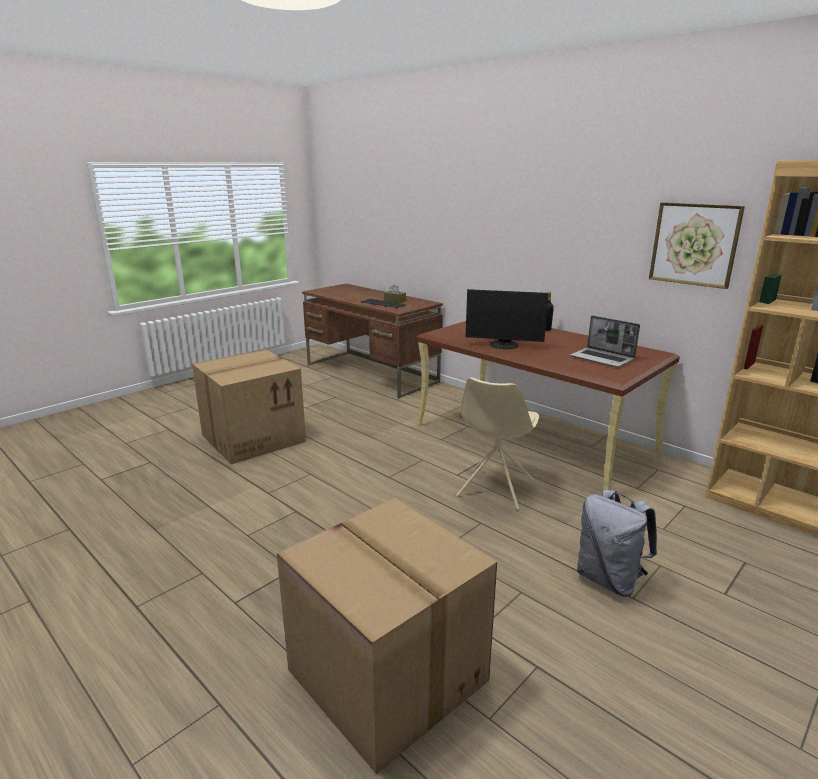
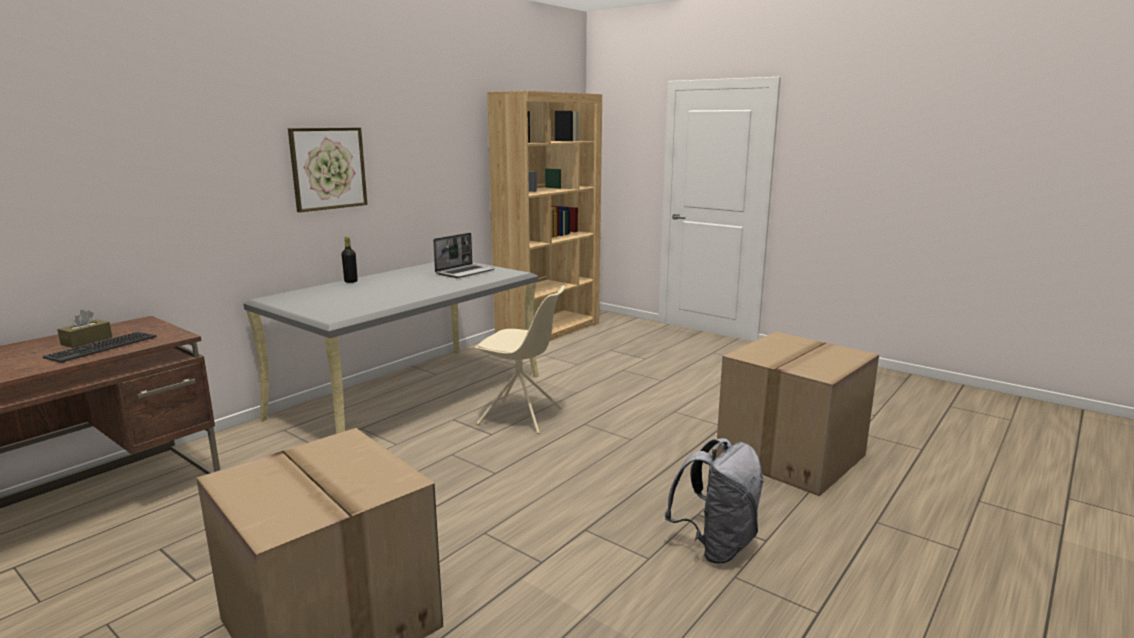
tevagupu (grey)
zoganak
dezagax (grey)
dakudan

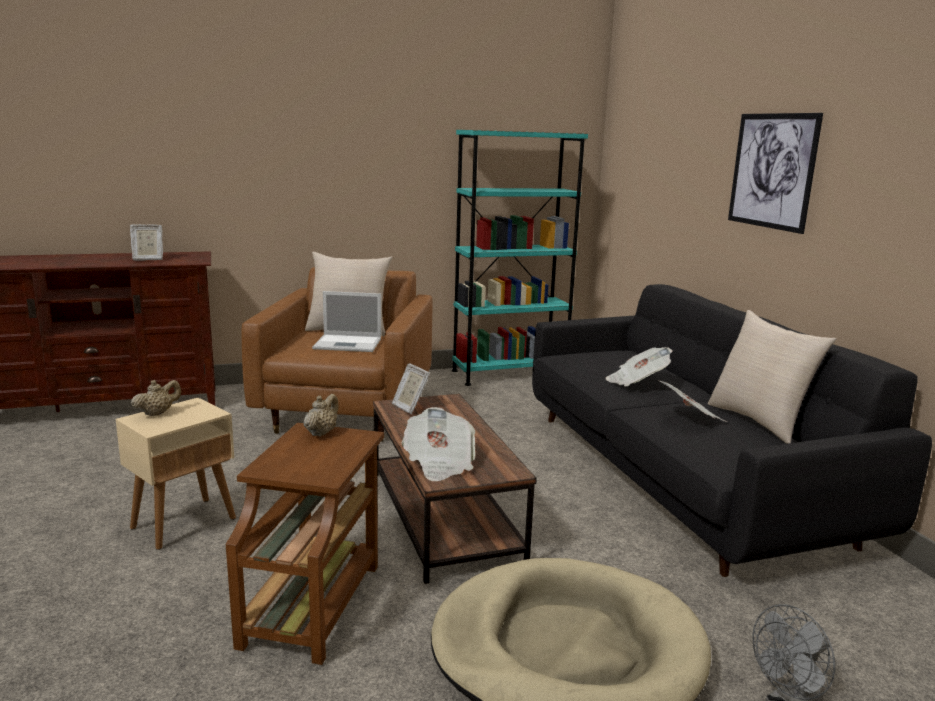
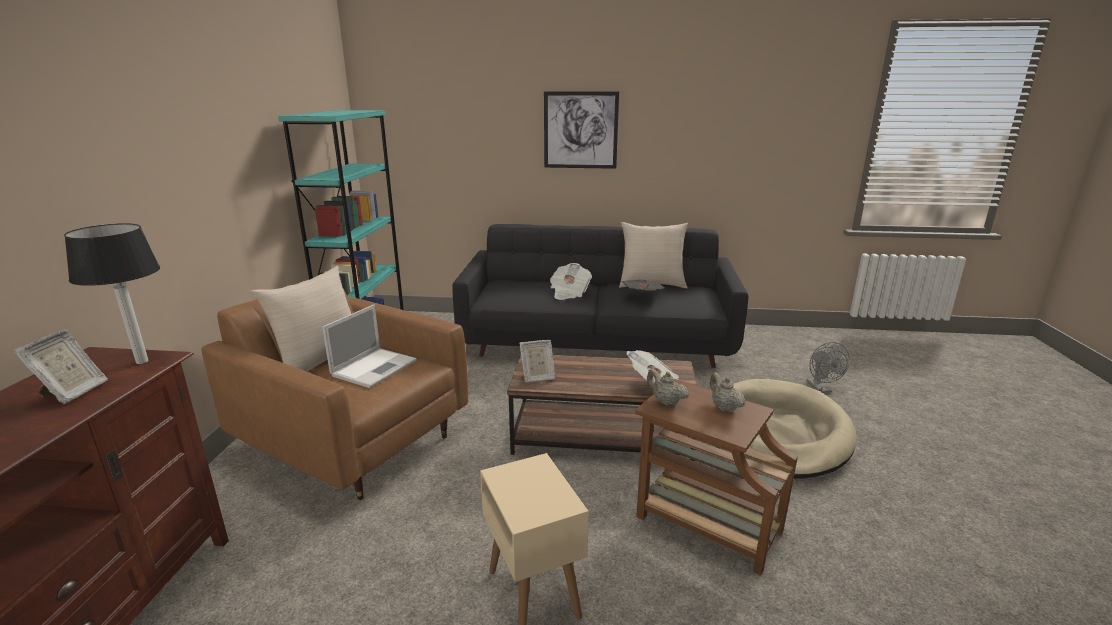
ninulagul
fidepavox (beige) (no. 2 from left)

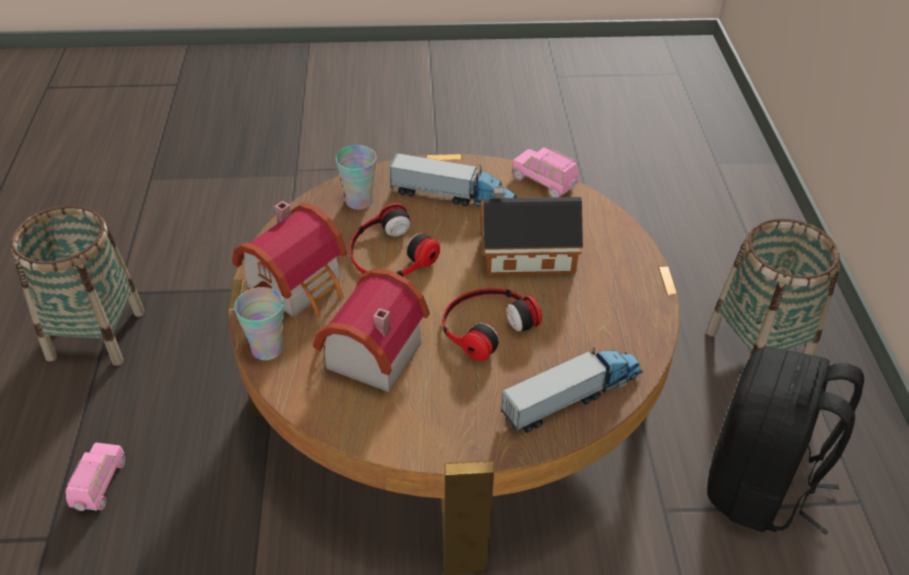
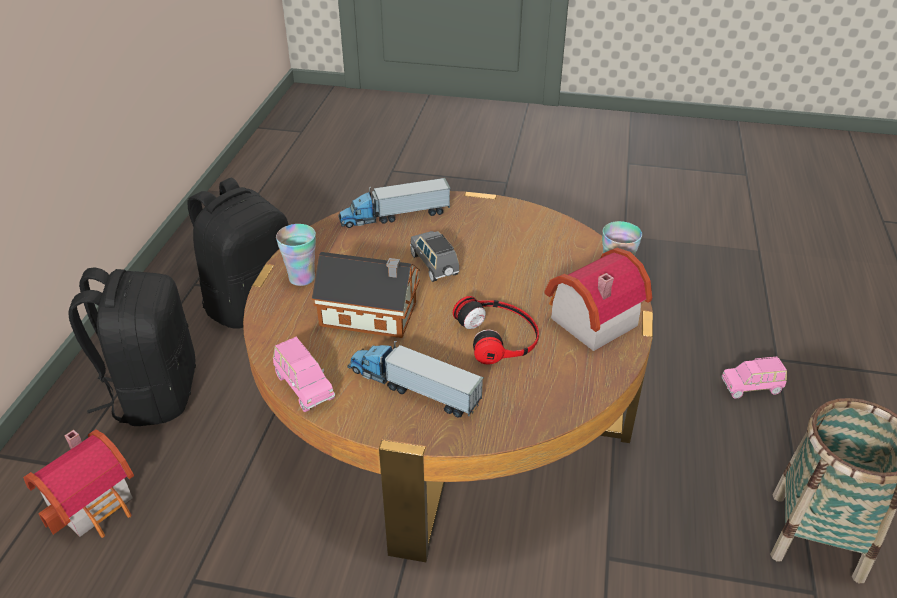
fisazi (no. 1 from left)
dezagax (black) (no. 1 from left)
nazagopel (no. 1 from left)
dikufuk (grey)
dikufuk (pink) (no. 2 from left)

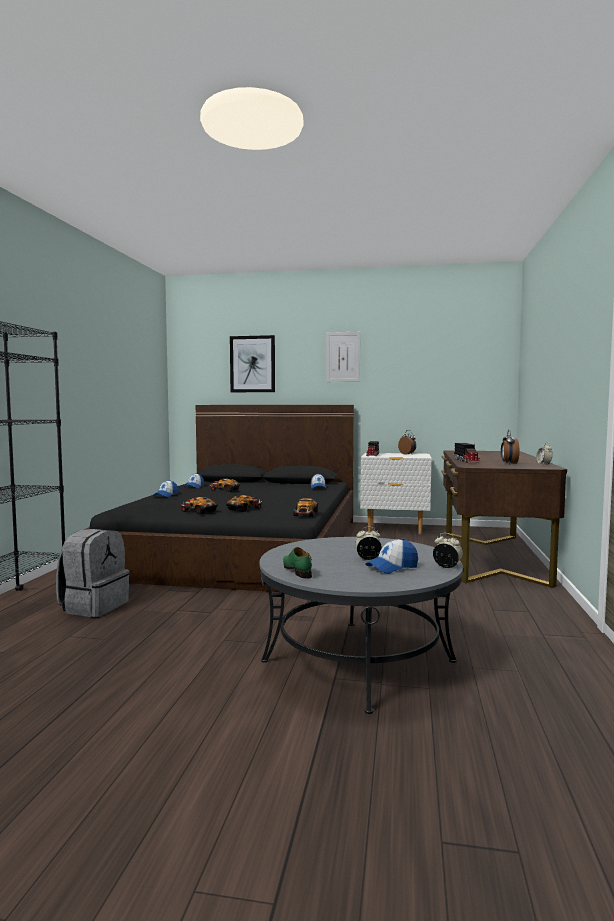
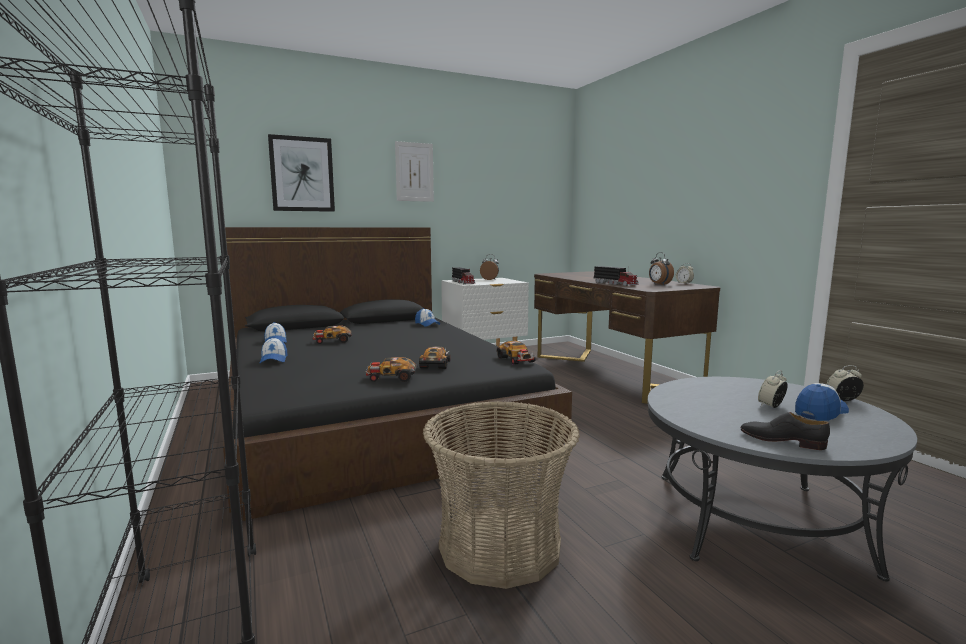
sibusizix
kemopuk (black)
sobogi (no. 4 from left)
dezagax (grey)

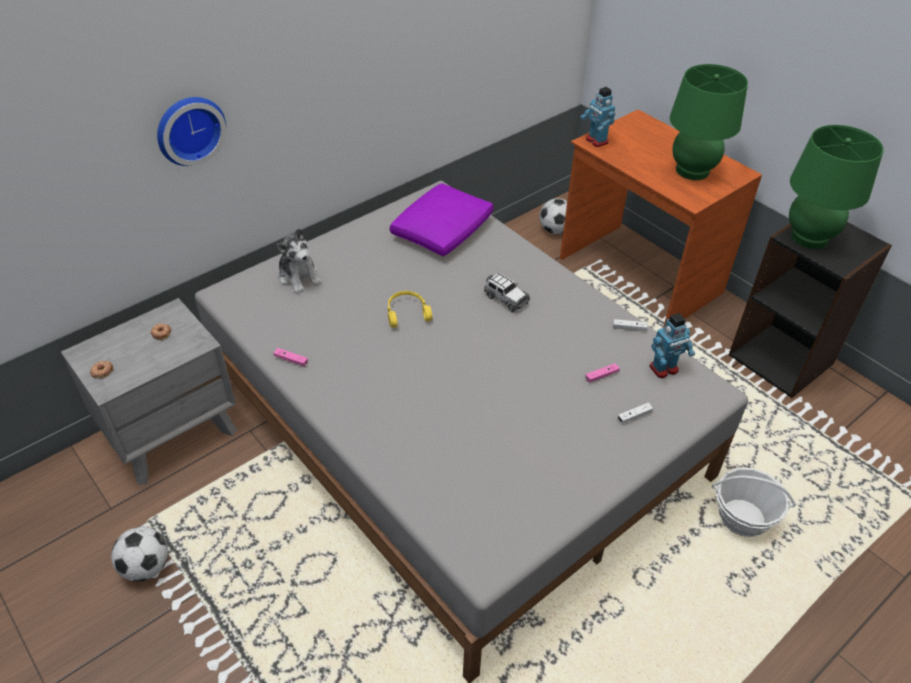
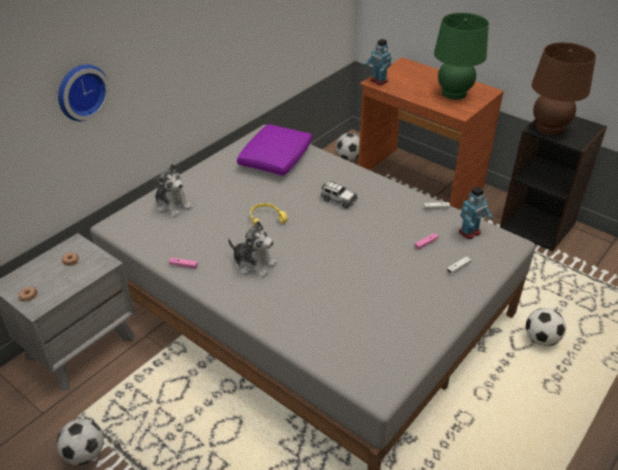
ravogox (no. 2 from left)
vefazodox (no. 3 from left)
ninulagul (brown)

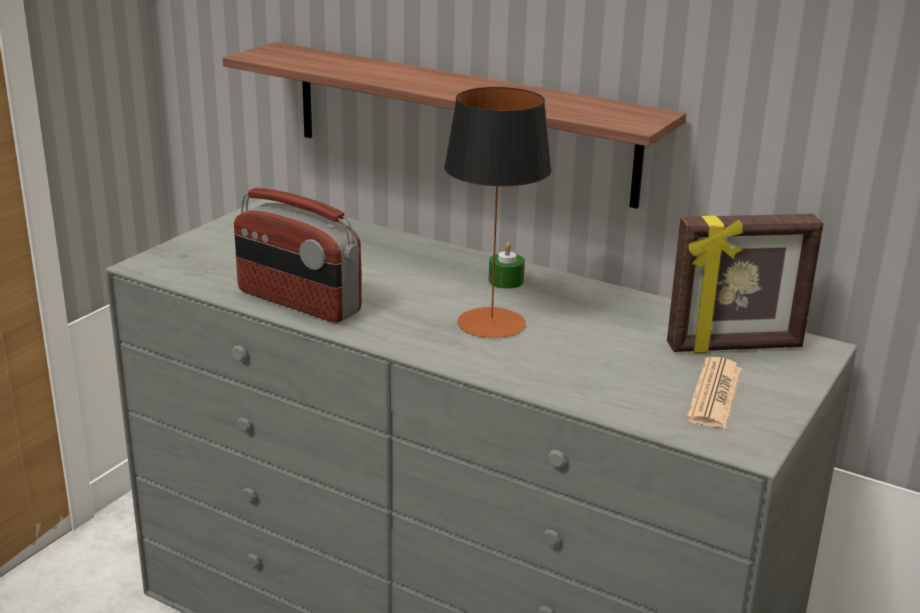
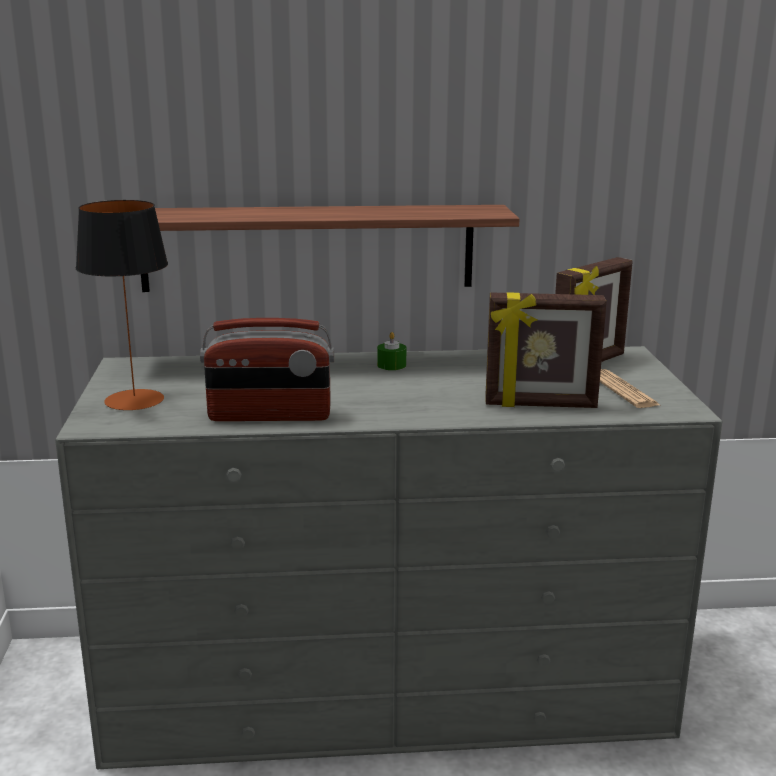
ninulagul
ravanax (no. 1 from left)

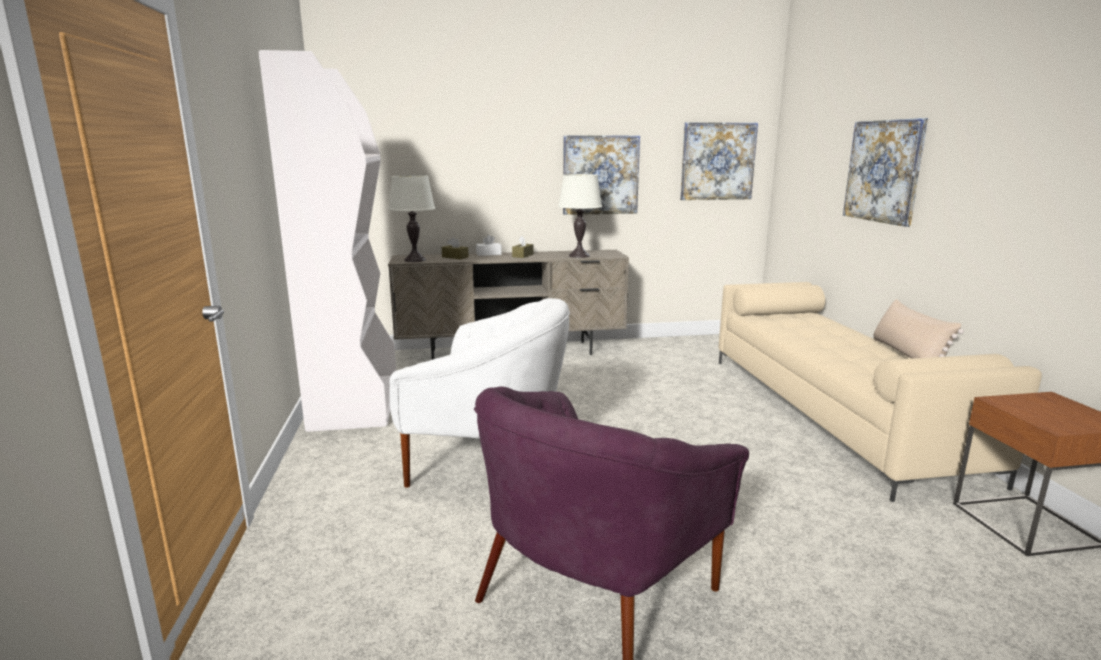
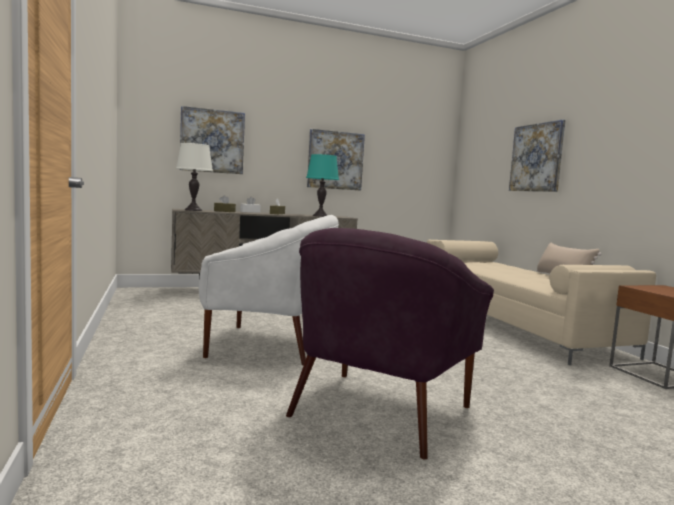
zoganak (no. 1 from left)
ninulagul (turquoise)
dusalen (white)

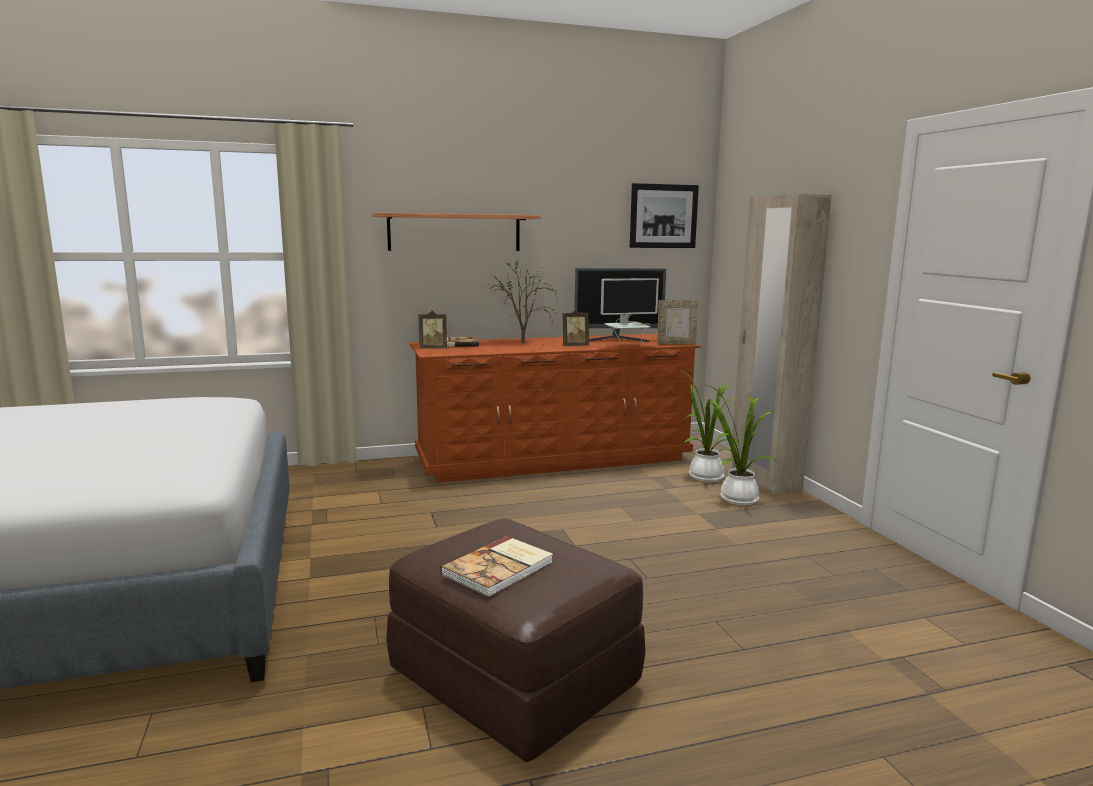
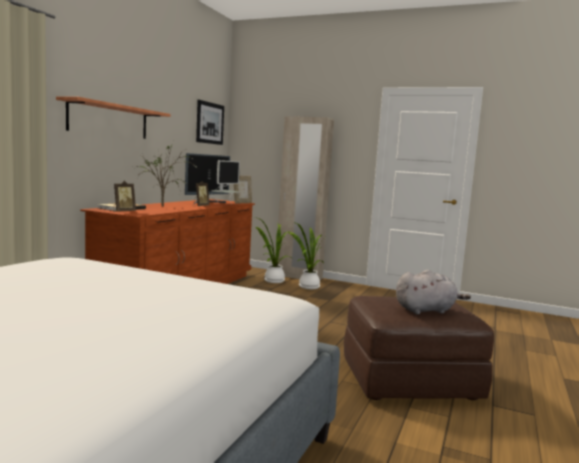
ravogox (grey)

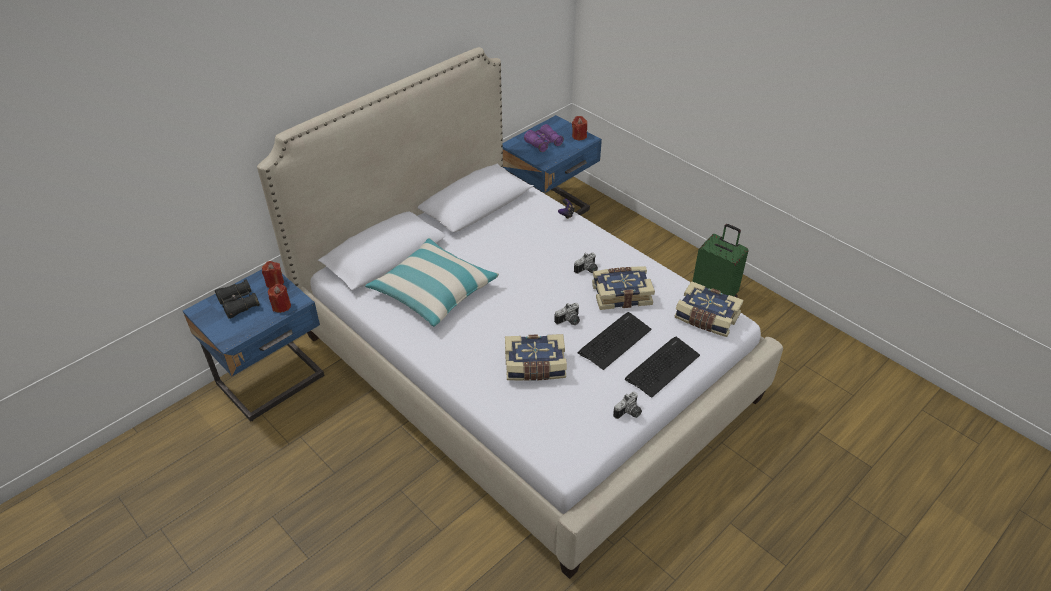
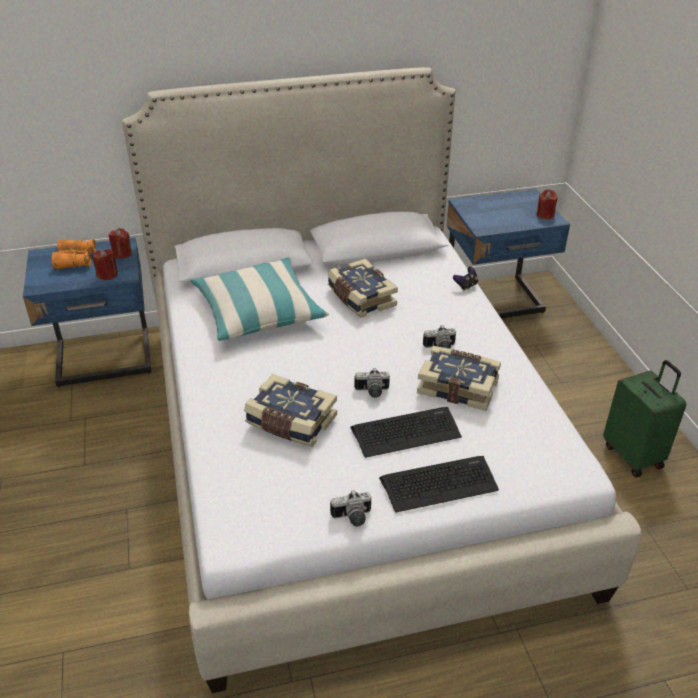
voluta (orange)
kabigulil (no. 2 from left)
voluta (purple)

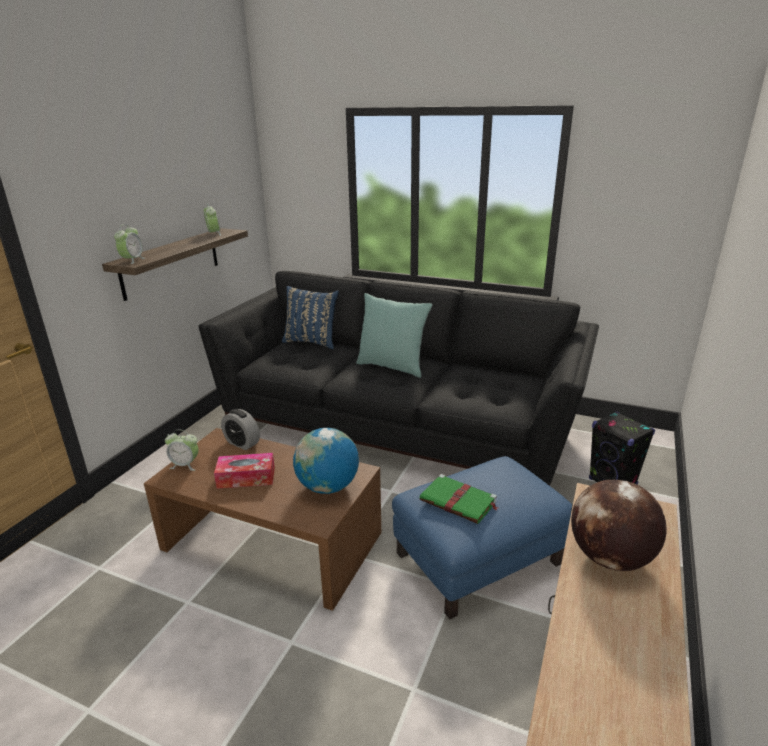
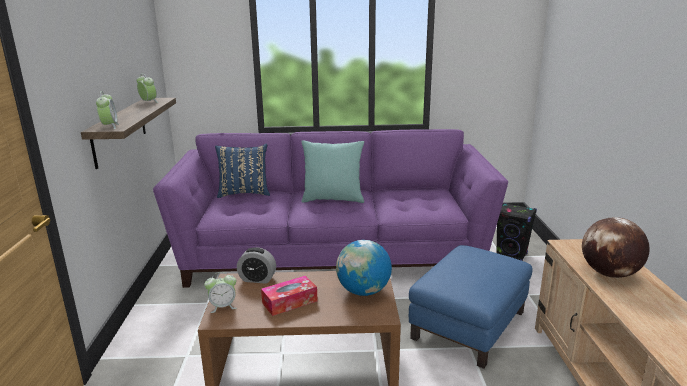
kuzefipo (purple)
kabigulil (green)

